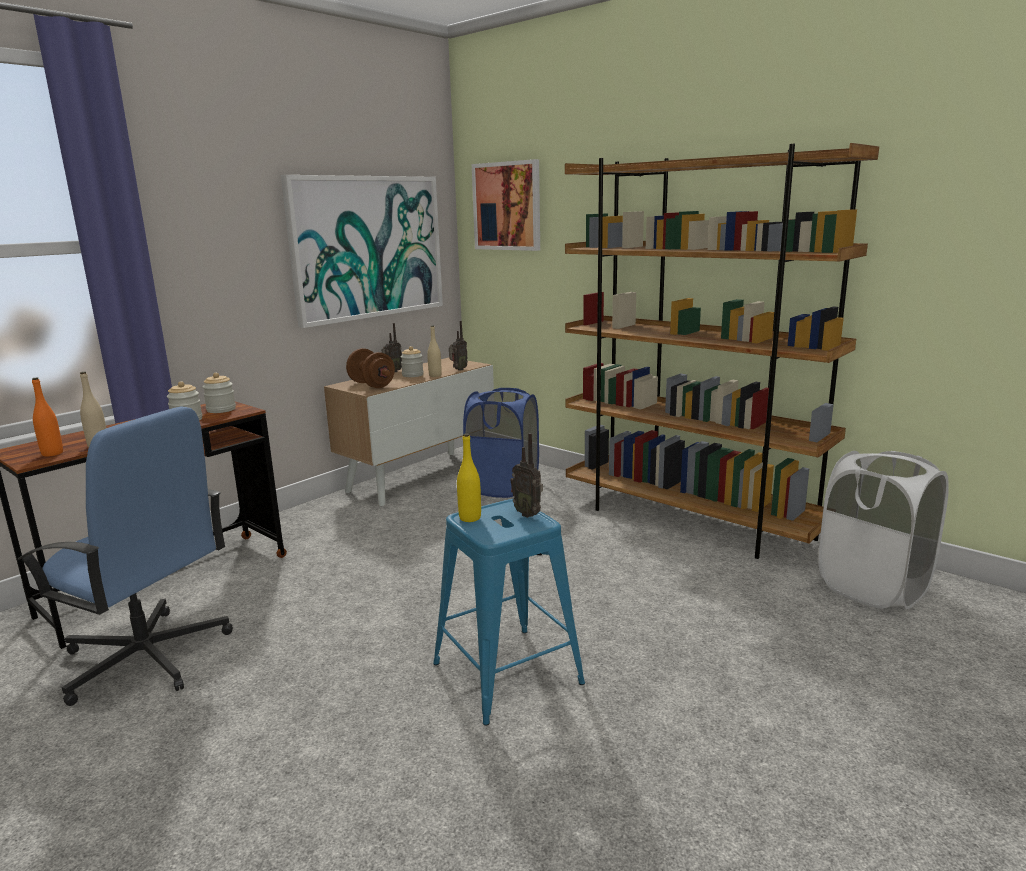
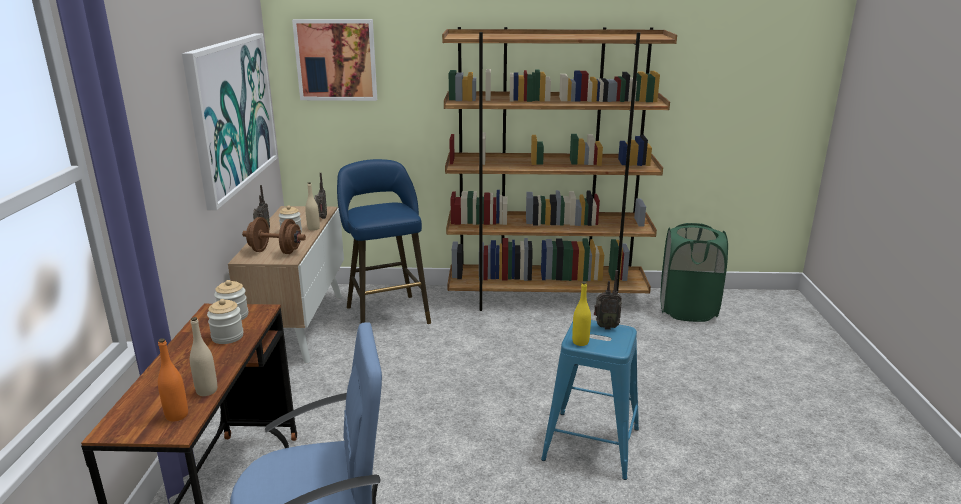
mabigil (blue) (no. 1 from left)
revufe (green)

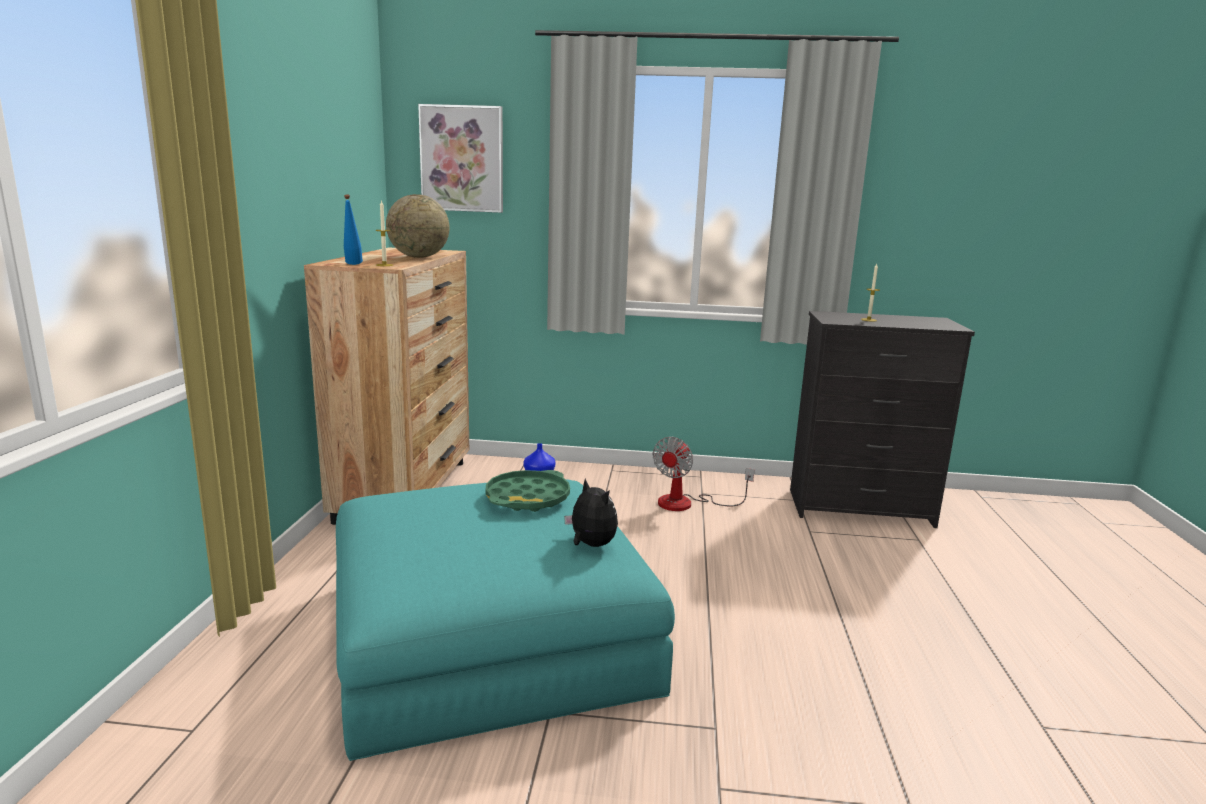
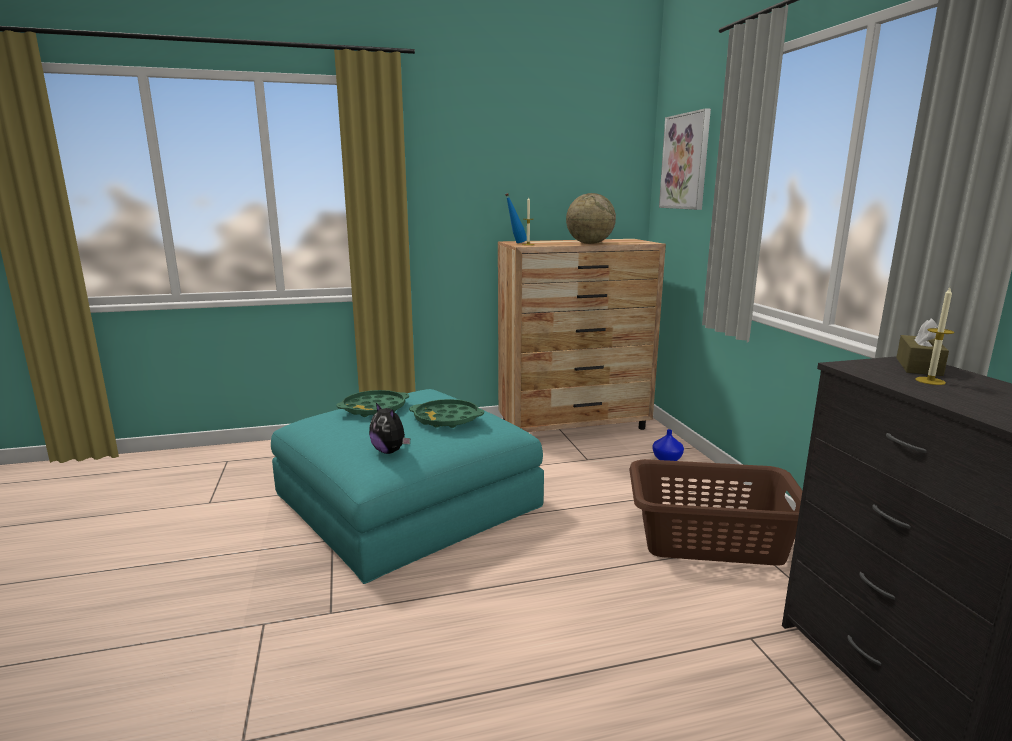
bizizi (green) (no. 1 from left)
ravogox
revufe (brown)
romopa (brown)

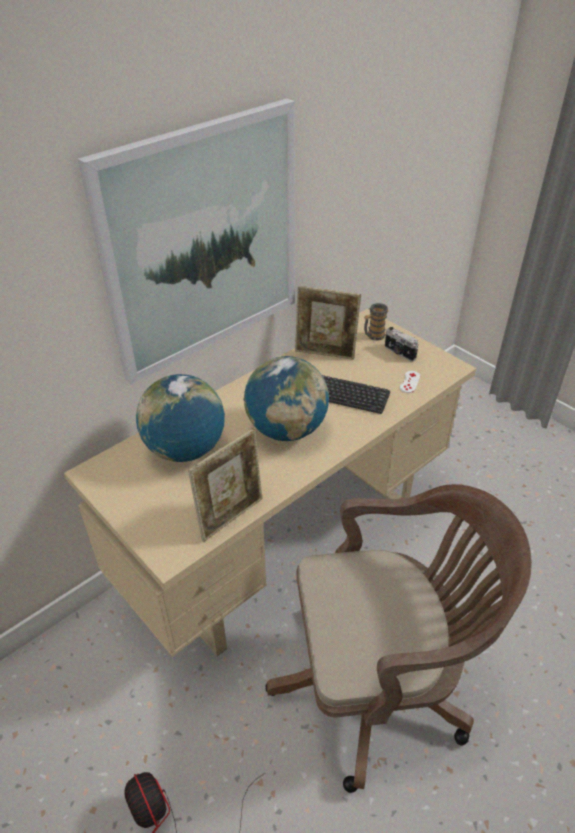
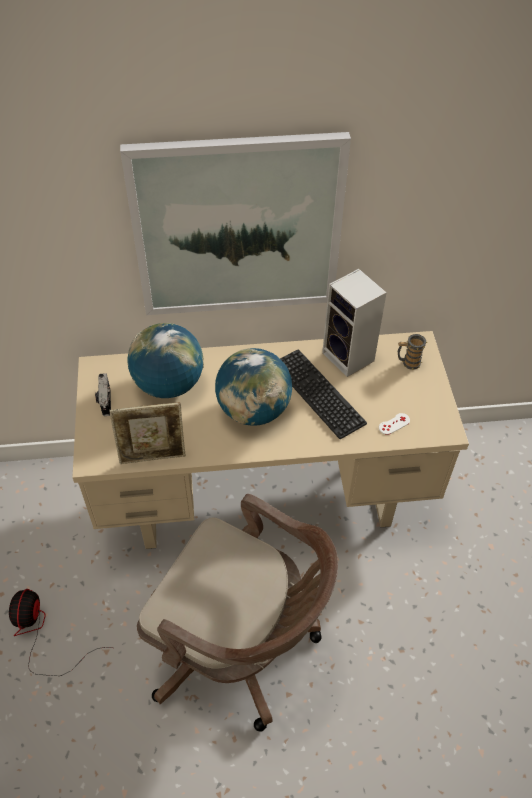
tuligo
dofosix

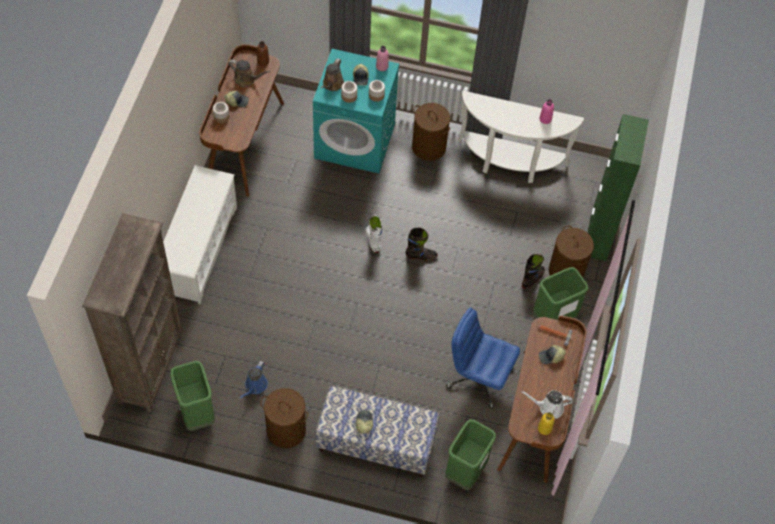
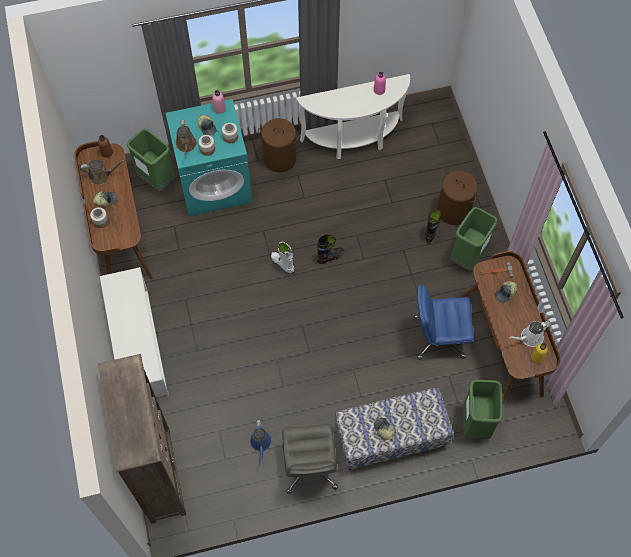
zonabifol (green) (no. 1 from left)
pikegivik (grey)
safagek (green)

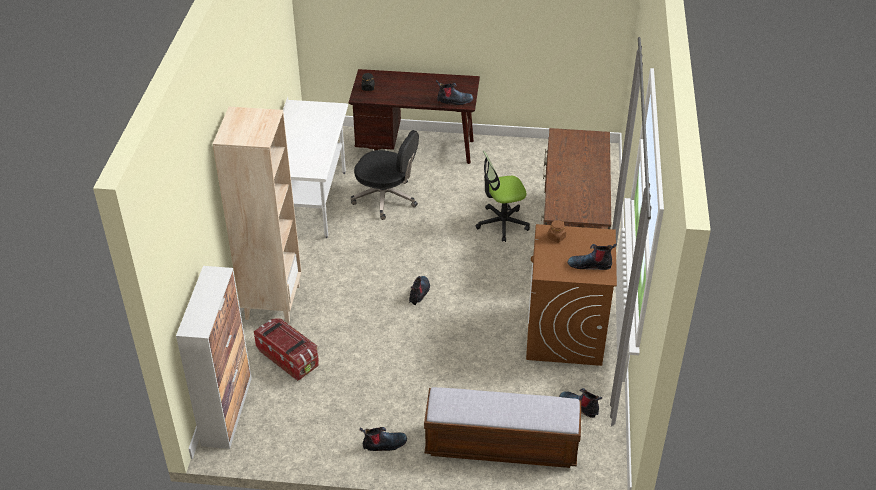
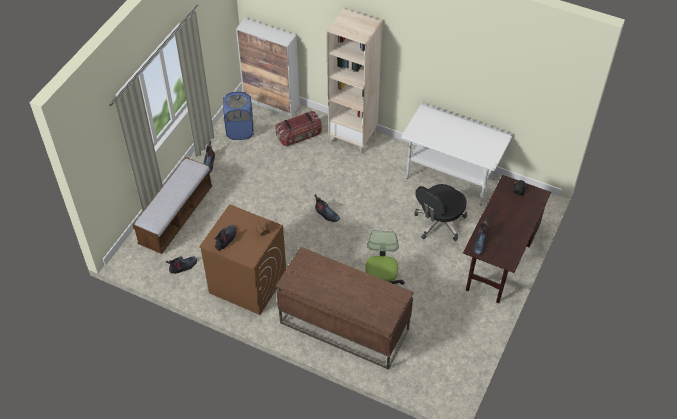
revufe (blue)

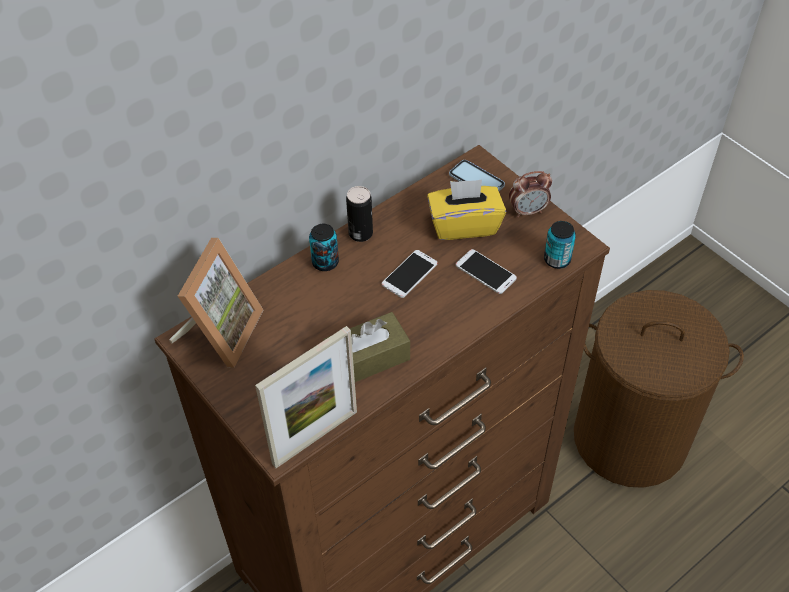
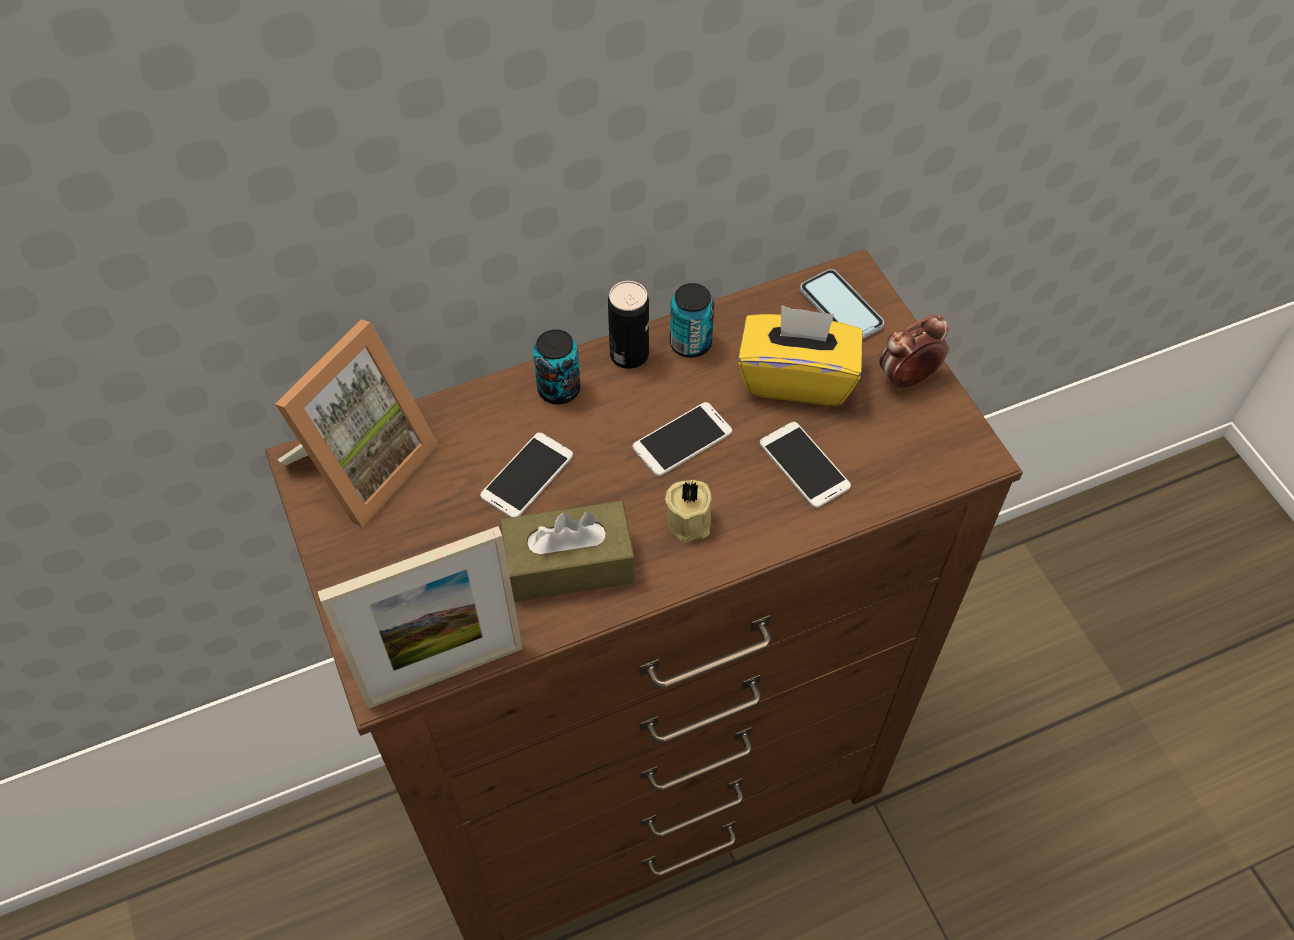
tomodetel (no. 1 from left)
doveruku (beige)
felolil (no. 3 from left)
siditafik
revufe (brown)

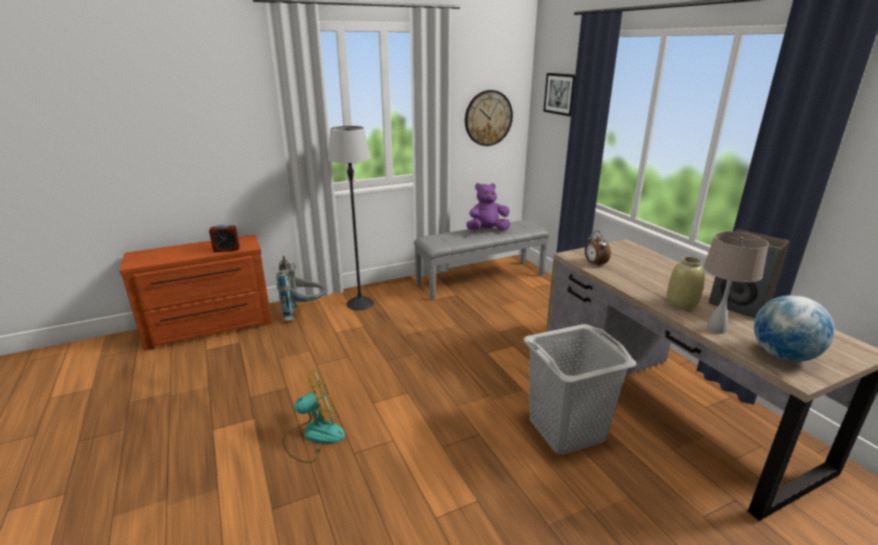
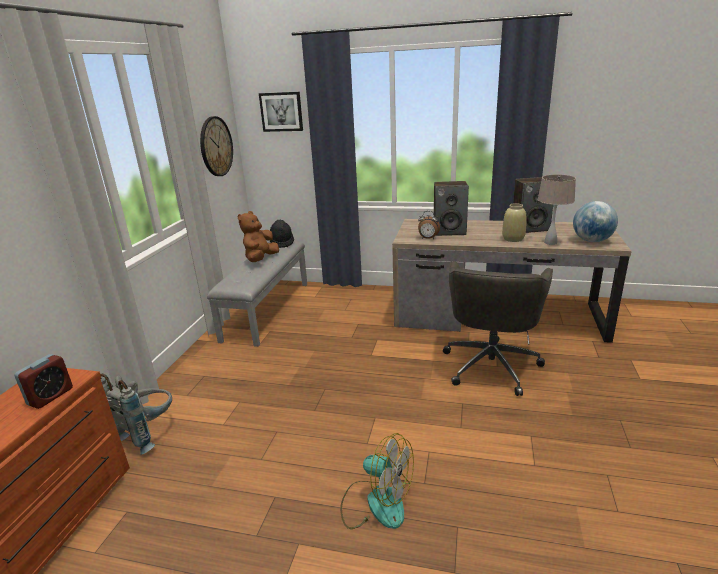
ravogox (brown)
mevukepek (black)
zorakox
dofosix (no. 1 from left)
pikegivik (grey)
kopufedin

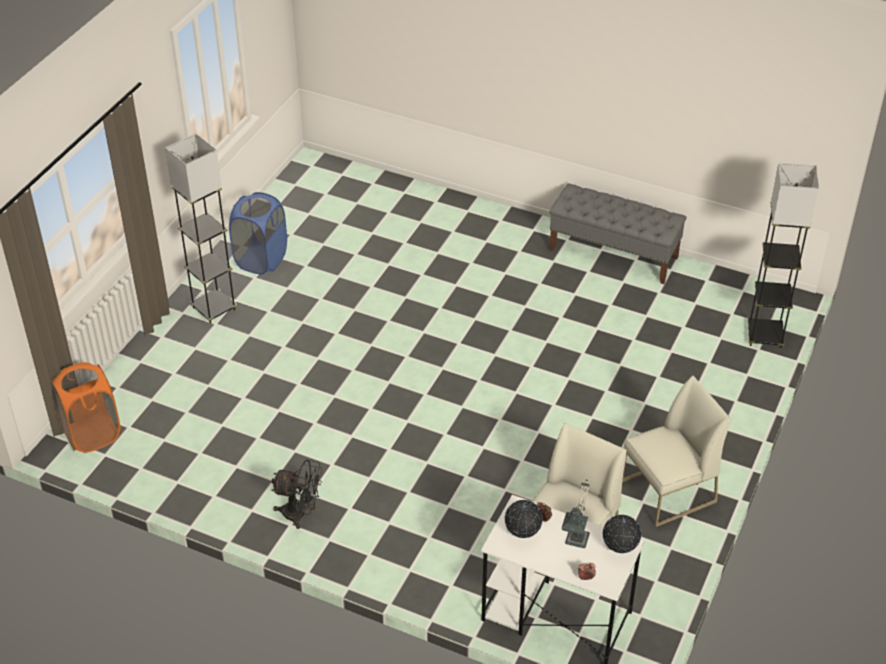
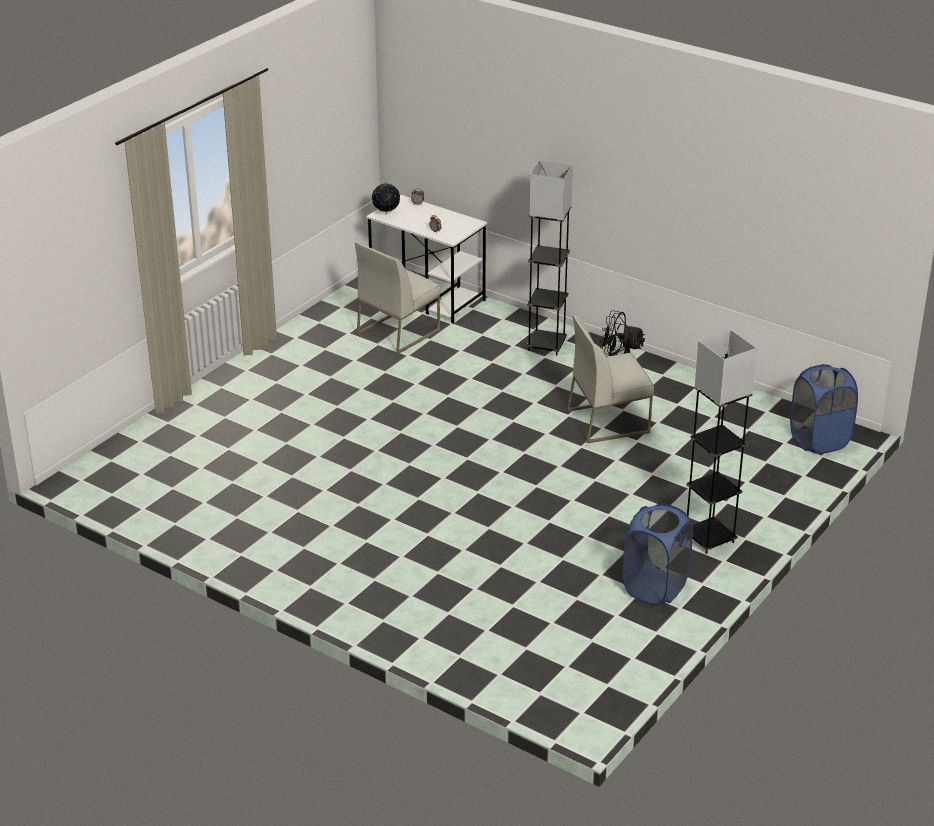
kopufedin (grey) (no. 1 from left)
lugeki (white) (no. 2 from left)
revufe (blue) (no. 2 from left)
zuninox (no. 1 from left in the first image)
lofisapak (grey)
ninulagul

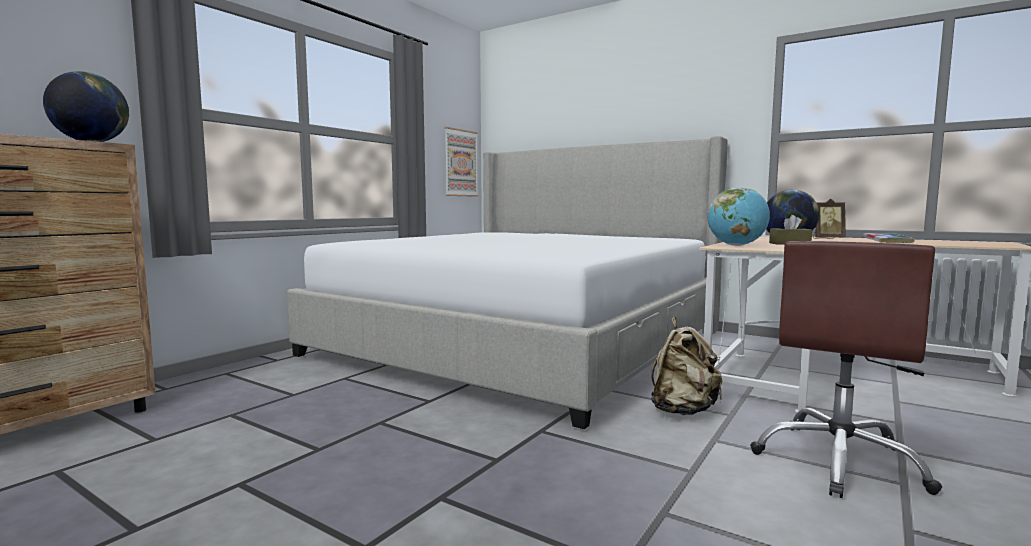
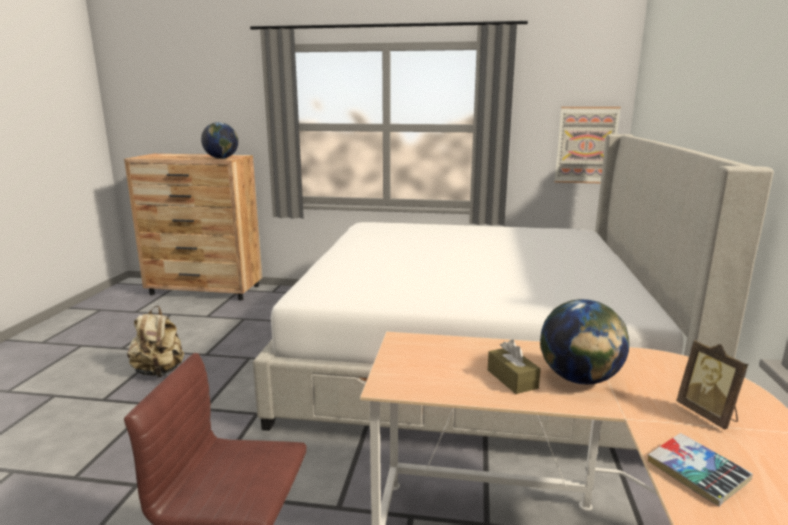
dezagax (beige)
zuninox (no. 2 from left in the first image)

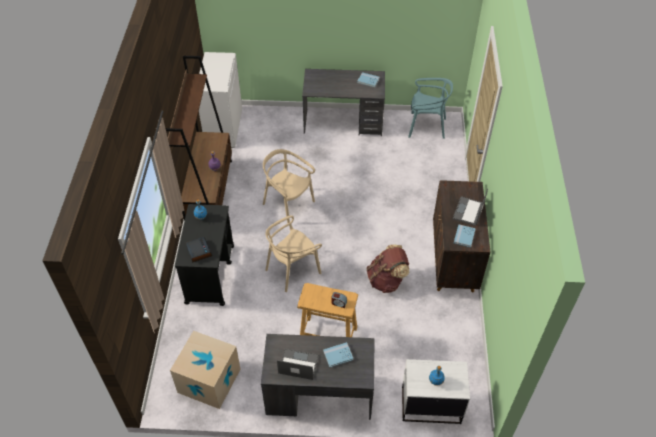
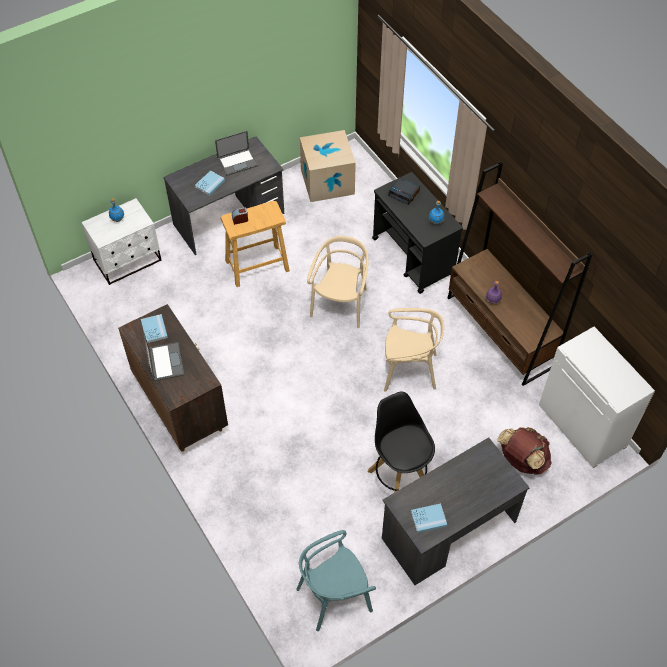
mabigil (black)
dezagax (brown)

